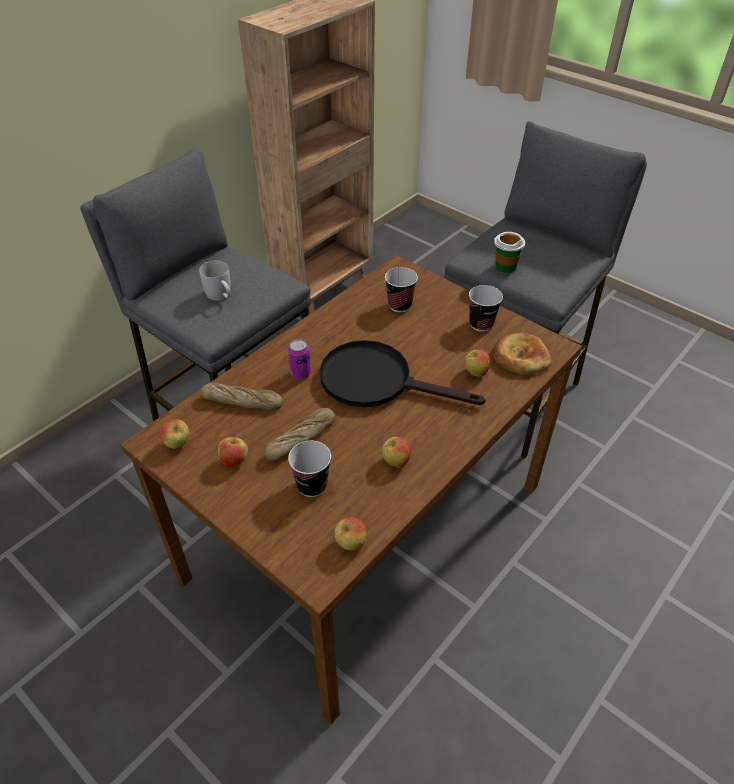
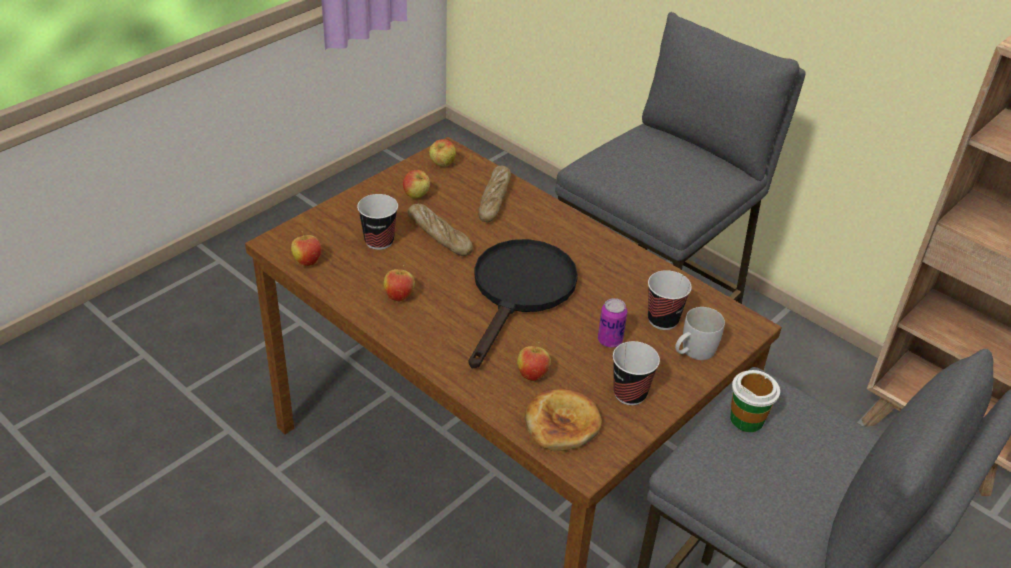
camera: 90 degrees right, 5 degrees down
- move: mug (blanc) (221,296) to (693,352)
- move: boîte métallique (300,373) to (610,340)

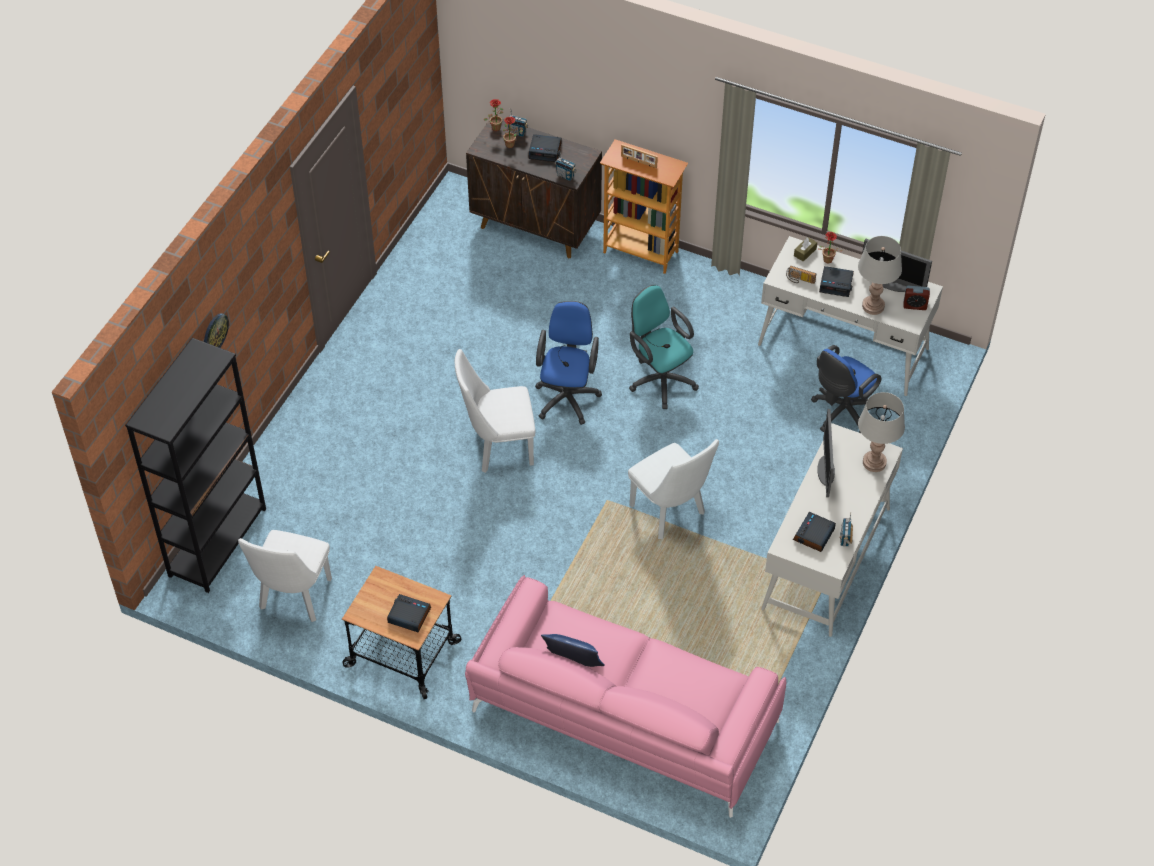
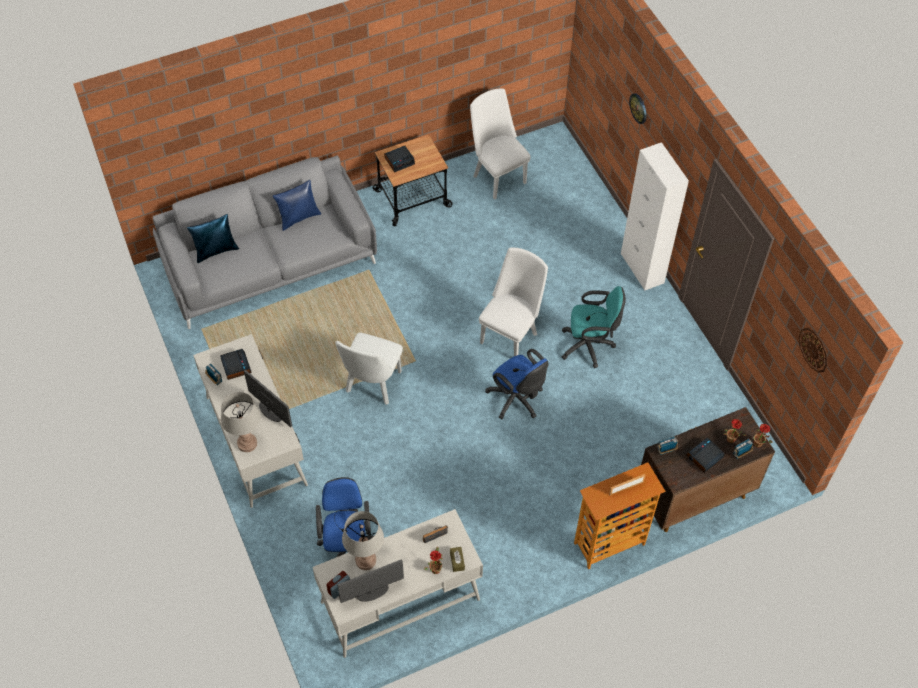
camera: 130 degrees right, 5 degrees up
- delete: réveil (836,284)
- move: chaise de bureau (turquoise) (660,379) to (589,345)
- delete: bibliothèque (noir) (218,542)
- rotate: chaise (blanc) (671,513) = (372,386) 75 degrees counterclockwise
- recolor: canapé (rose) (622,719) to canapé (gris) (269,262)
- insert: meuble de rangement (blanc) (642,268)
- insert: coussin (bleu) (216,250)
- insert: horloge murale (813,349)

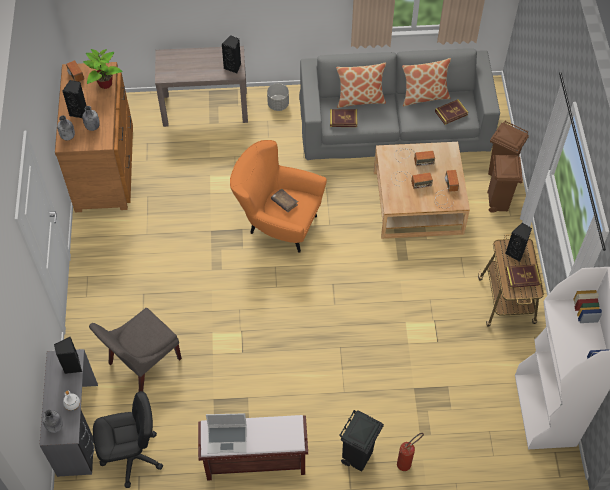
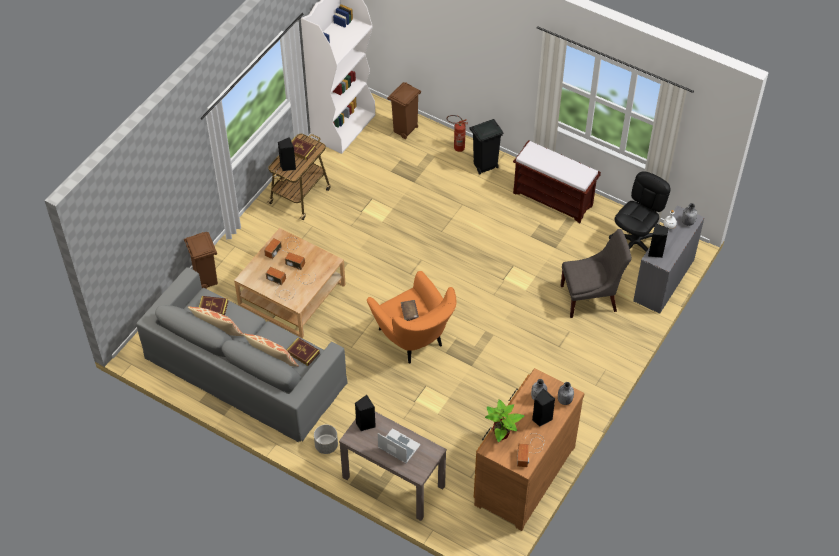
camera: 145 degrees left, 5 degrees down
- move: poubelle (marron) (497,202) to (405,130)
- rotate: chaise de bureau (noir) (132,457) = (634,244) 105 degrees clockwise
- move: ordinateur portable (227,438) to (398,447)

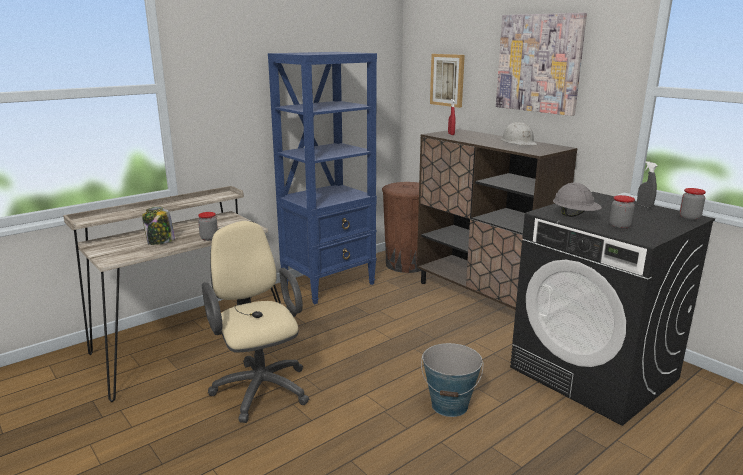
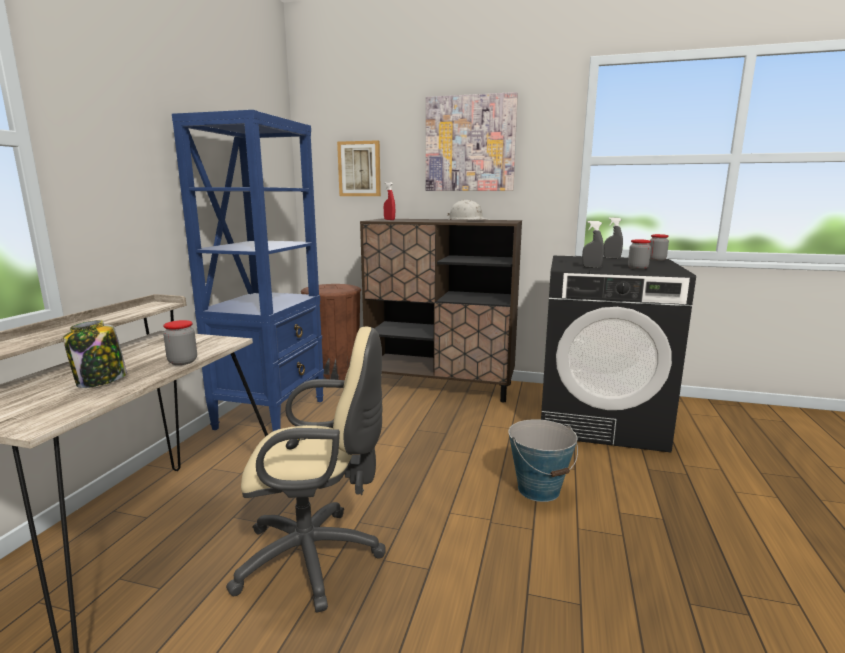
camera: 35 degrees left, 5 degrees down
- replace: casque de chantier (gris) (575,216) to vaporisateur (gris) (591,267)
- rotate: chaise de bureau (beige) (260,386) = (317,558) 150 degrees clockwise

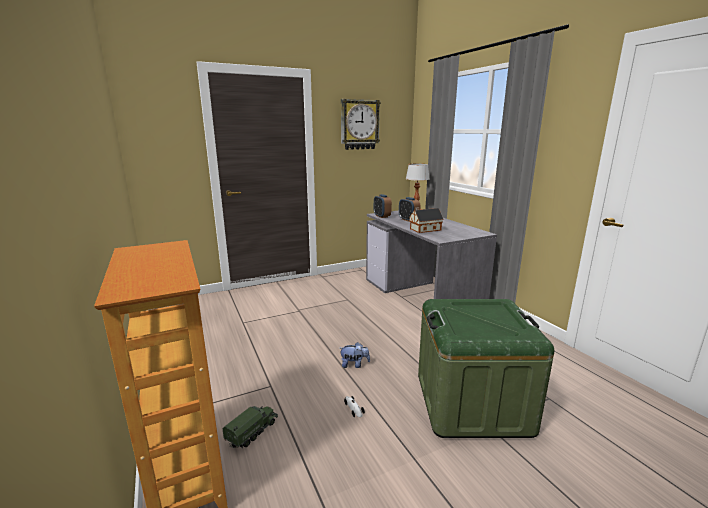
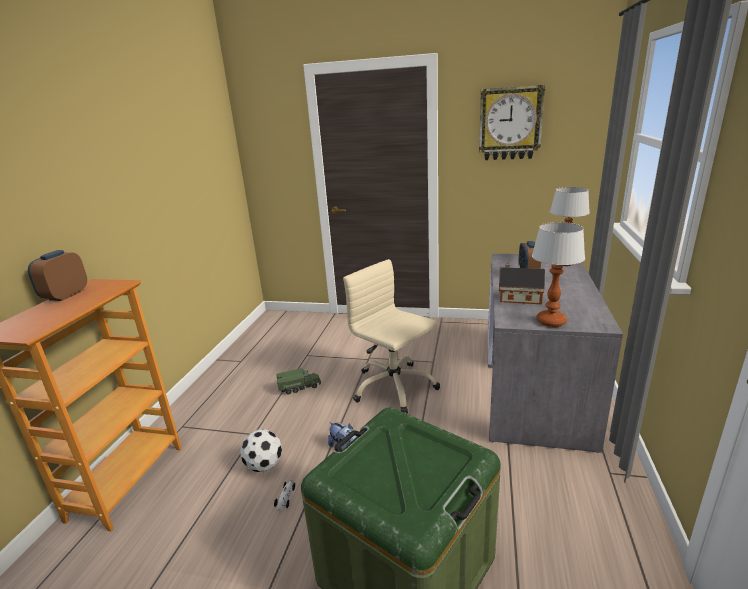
camera: 40 degrees right, 5 degrees up
- move: réveil (382,216) to (65,295)
- move: camion jouet (252,432) to (299,387)
- insert: lampe de table (550,321)
- insert: chaise de bureau (beige) (394,387)
- insert: ballon de foot (264,465)

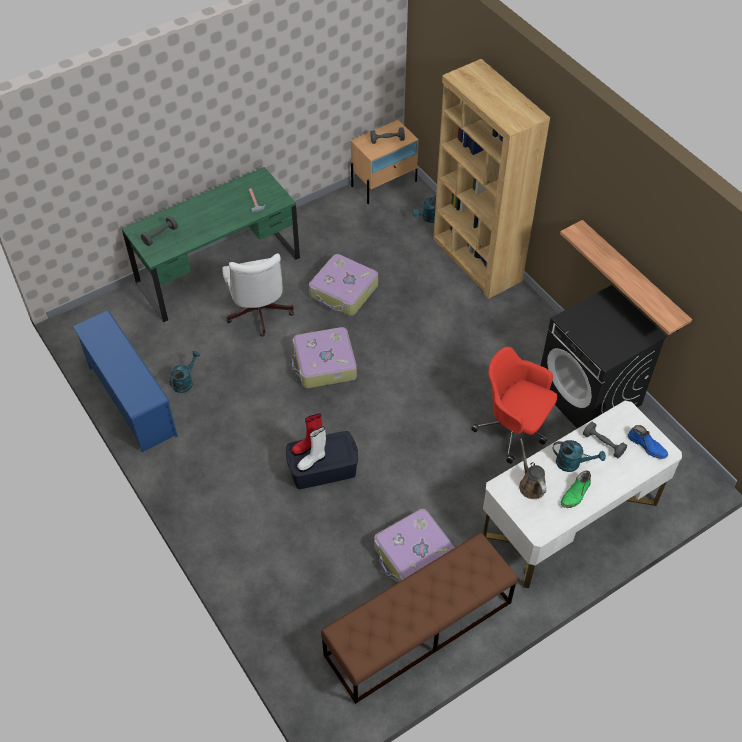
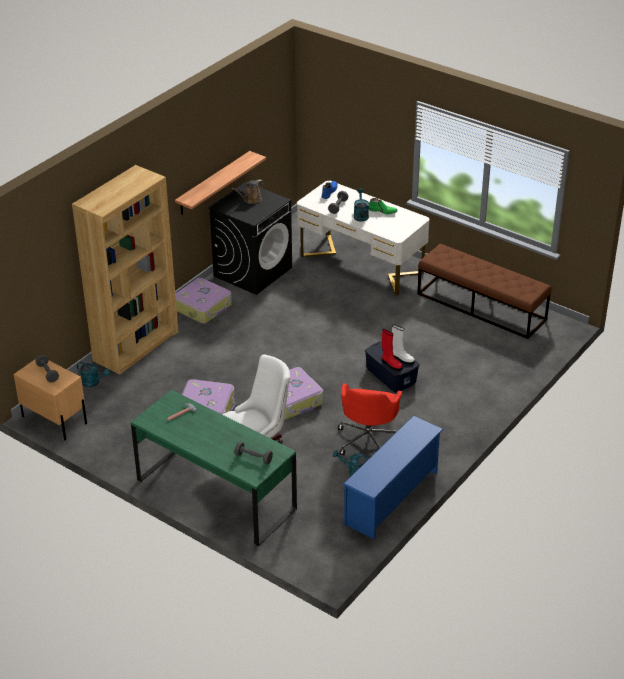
camera: 110 degrees left, 15 degrees down
- move: chaise de bureau (rouge) (514,429) to (369,439)
- move: arrosoir (marron) (531,485) to (251,200)
- move: valise (414,556) to (203,307)

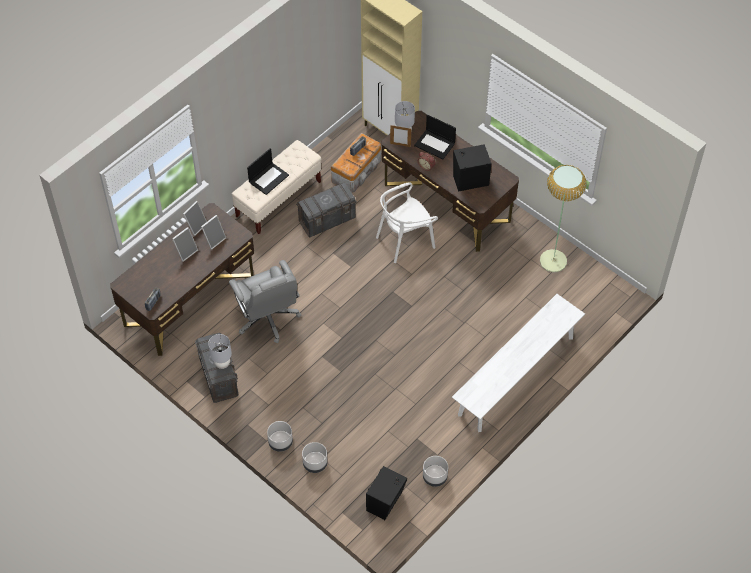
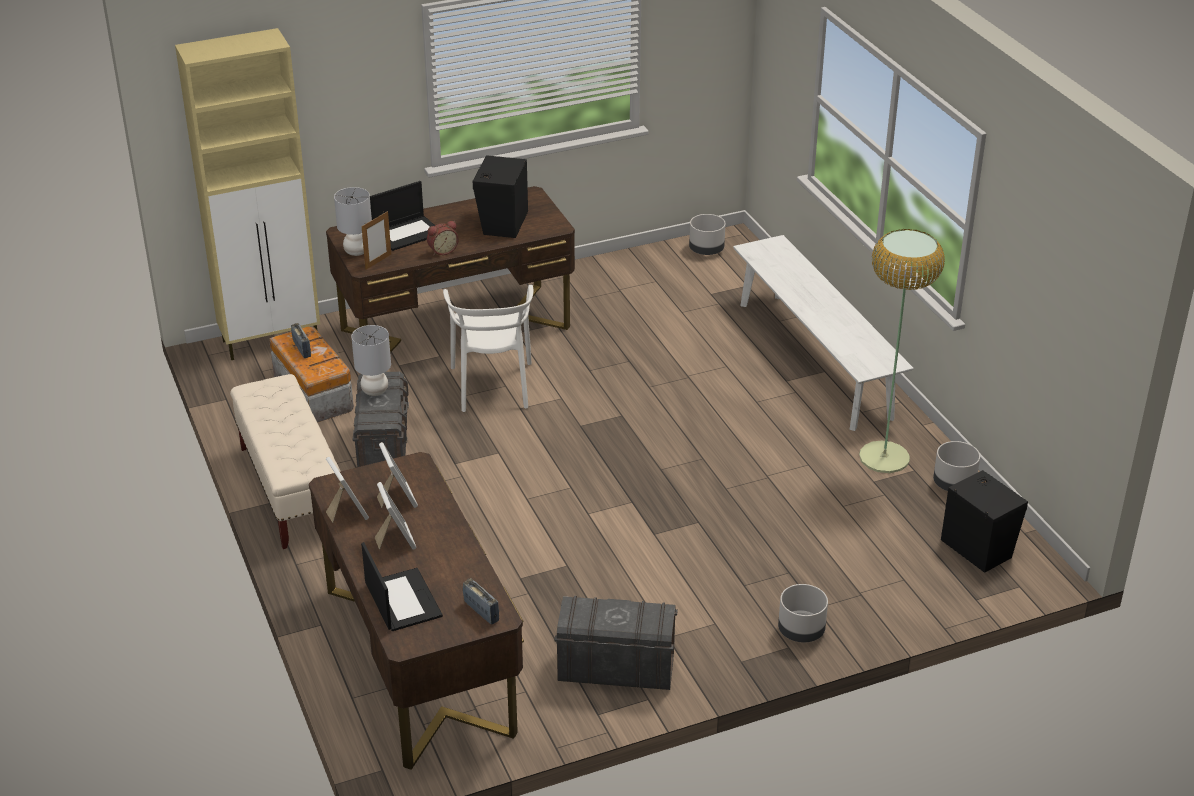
camera: 65 degrees left, 20 degrees down
- move: ordinateur portable (268,178) to (402,600)
- move: lampadaire (553,261) to (884,457)
- delete: chaise de bureau (gris) (268,318)
- move: lampe de table (gris) (222,364) to (375,391)
- move: cache-pot (gris) (315,463) to (706,250)

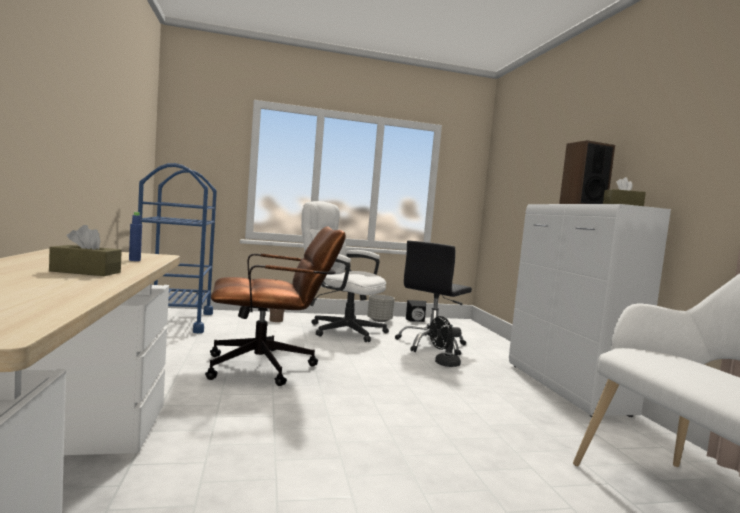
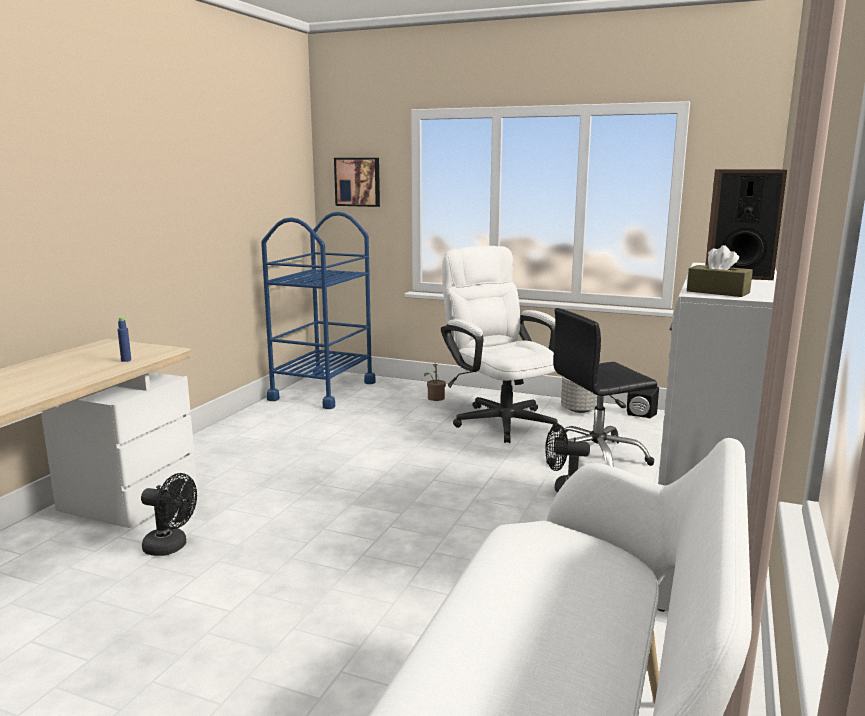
camera: 35 degrees right, 10 degrees up
- delete: boîte à mouchoirs (marron) (85,272)
- delete: chaise de bureau (marron) (270,367)
- insert: tableau (358,182)
- insert: ventilateur (noir) (171,547)

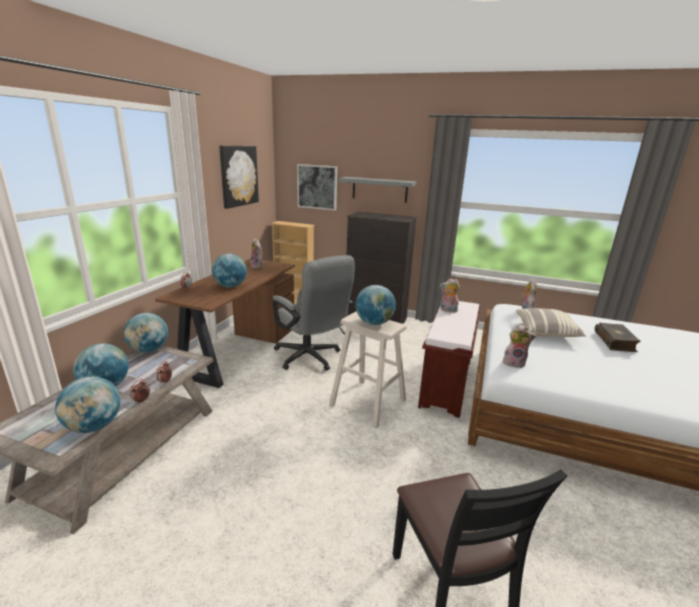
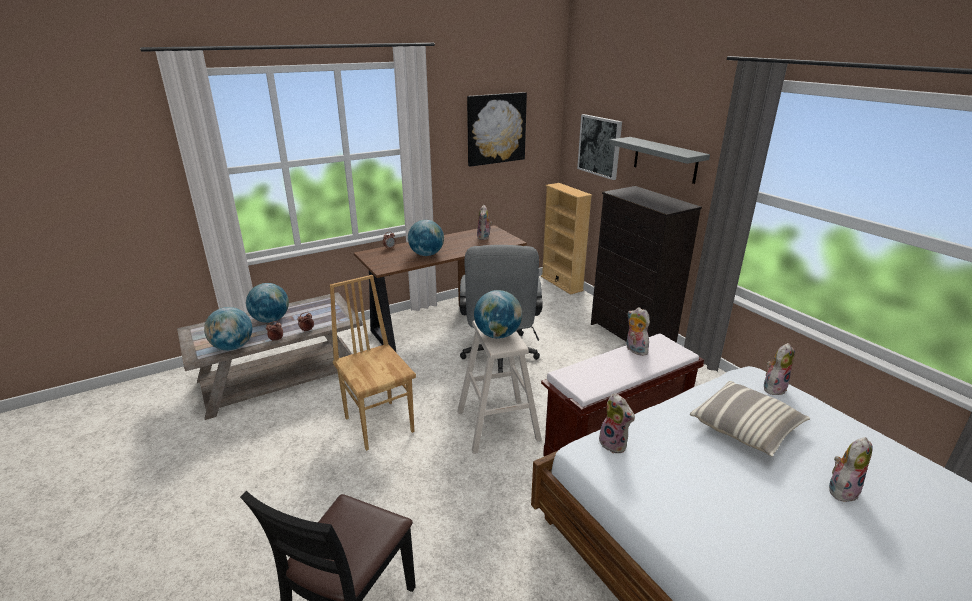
camera: 40 degrees right, 5 degrees up
- delete: globe (149,350)
- replace: livre (615,342) to peluche (841,489)
- insert: chaise (marron) (380,424)

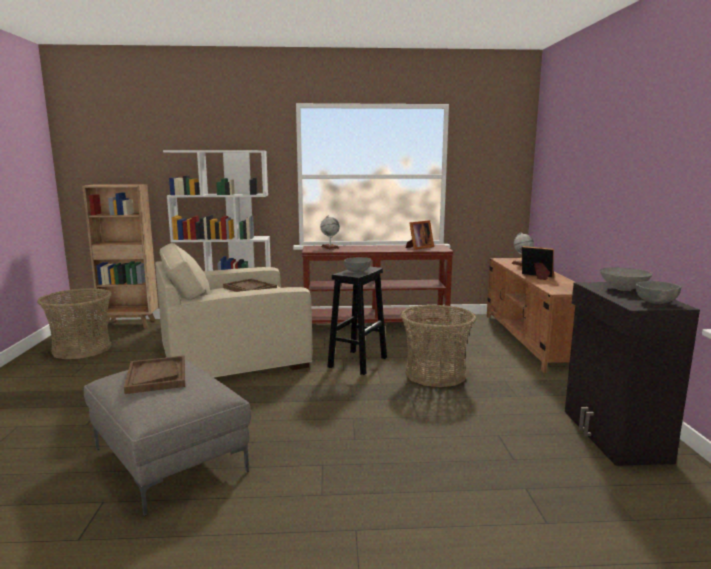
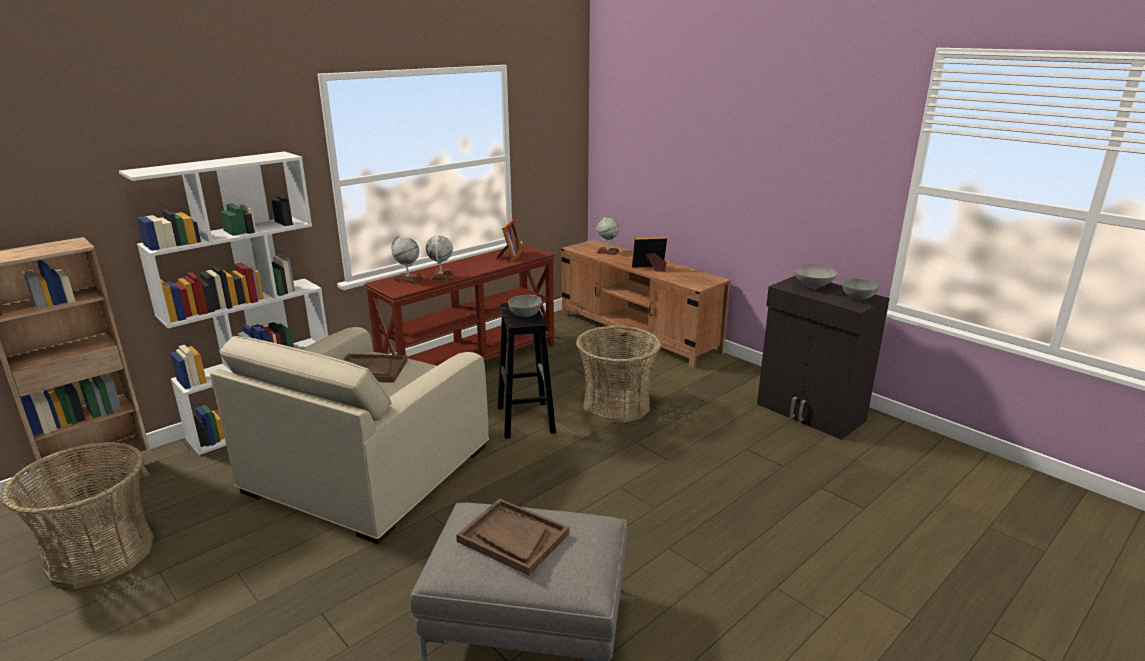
camera: 40 degrees left, 10 degrees up
- insert: globe (441,276)

